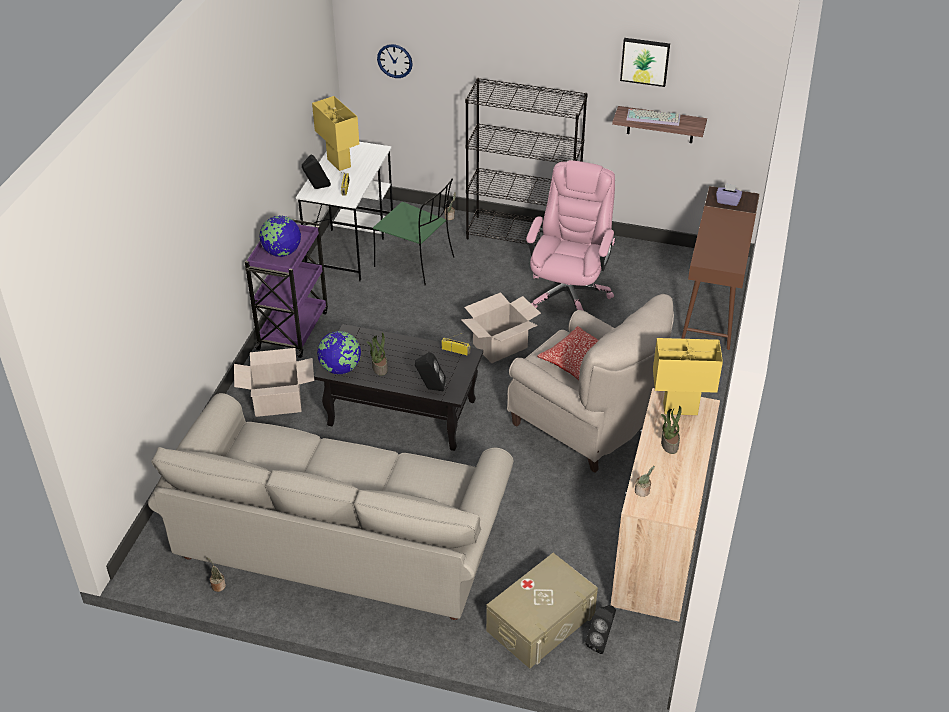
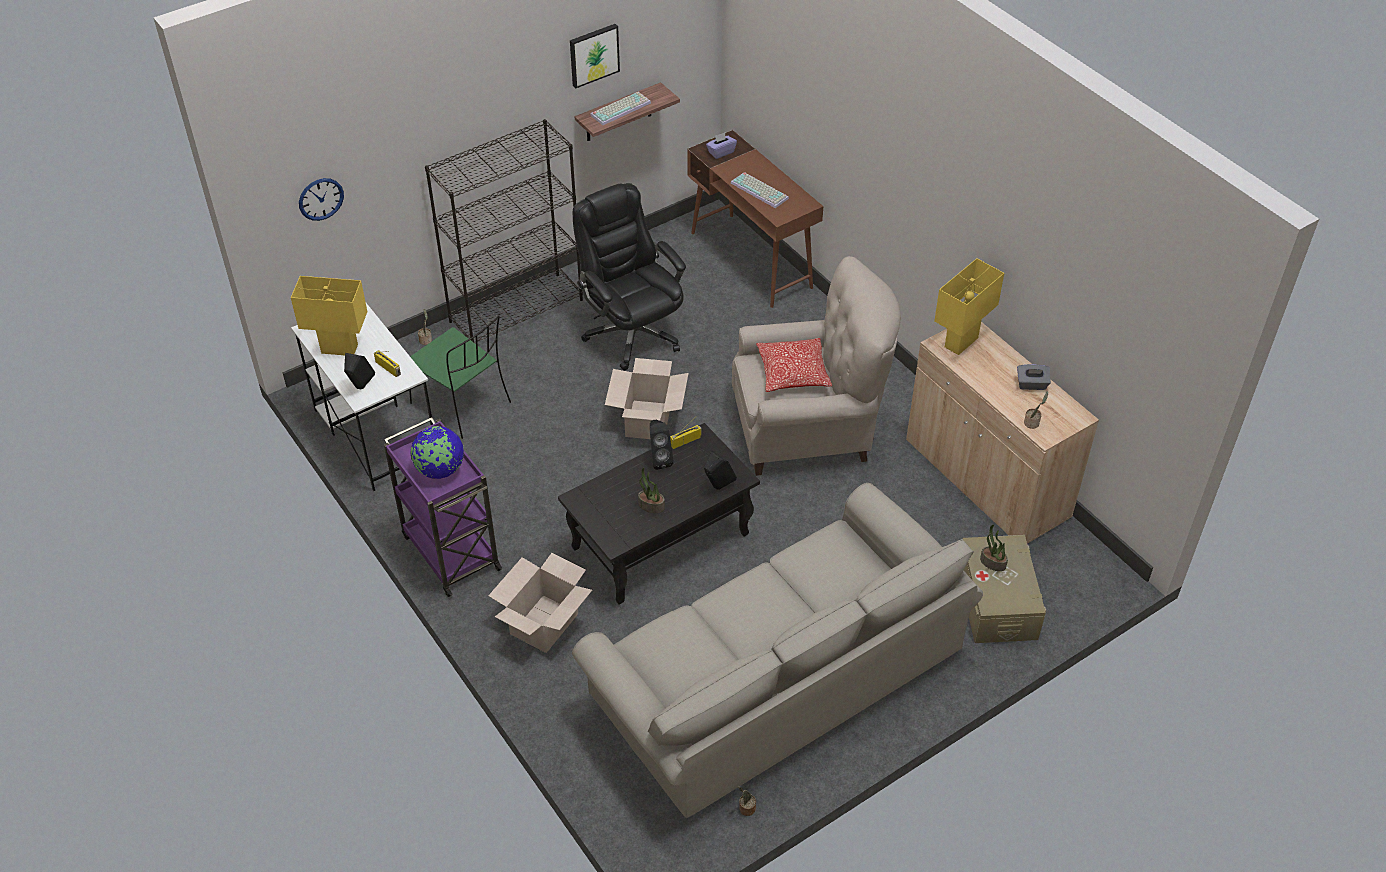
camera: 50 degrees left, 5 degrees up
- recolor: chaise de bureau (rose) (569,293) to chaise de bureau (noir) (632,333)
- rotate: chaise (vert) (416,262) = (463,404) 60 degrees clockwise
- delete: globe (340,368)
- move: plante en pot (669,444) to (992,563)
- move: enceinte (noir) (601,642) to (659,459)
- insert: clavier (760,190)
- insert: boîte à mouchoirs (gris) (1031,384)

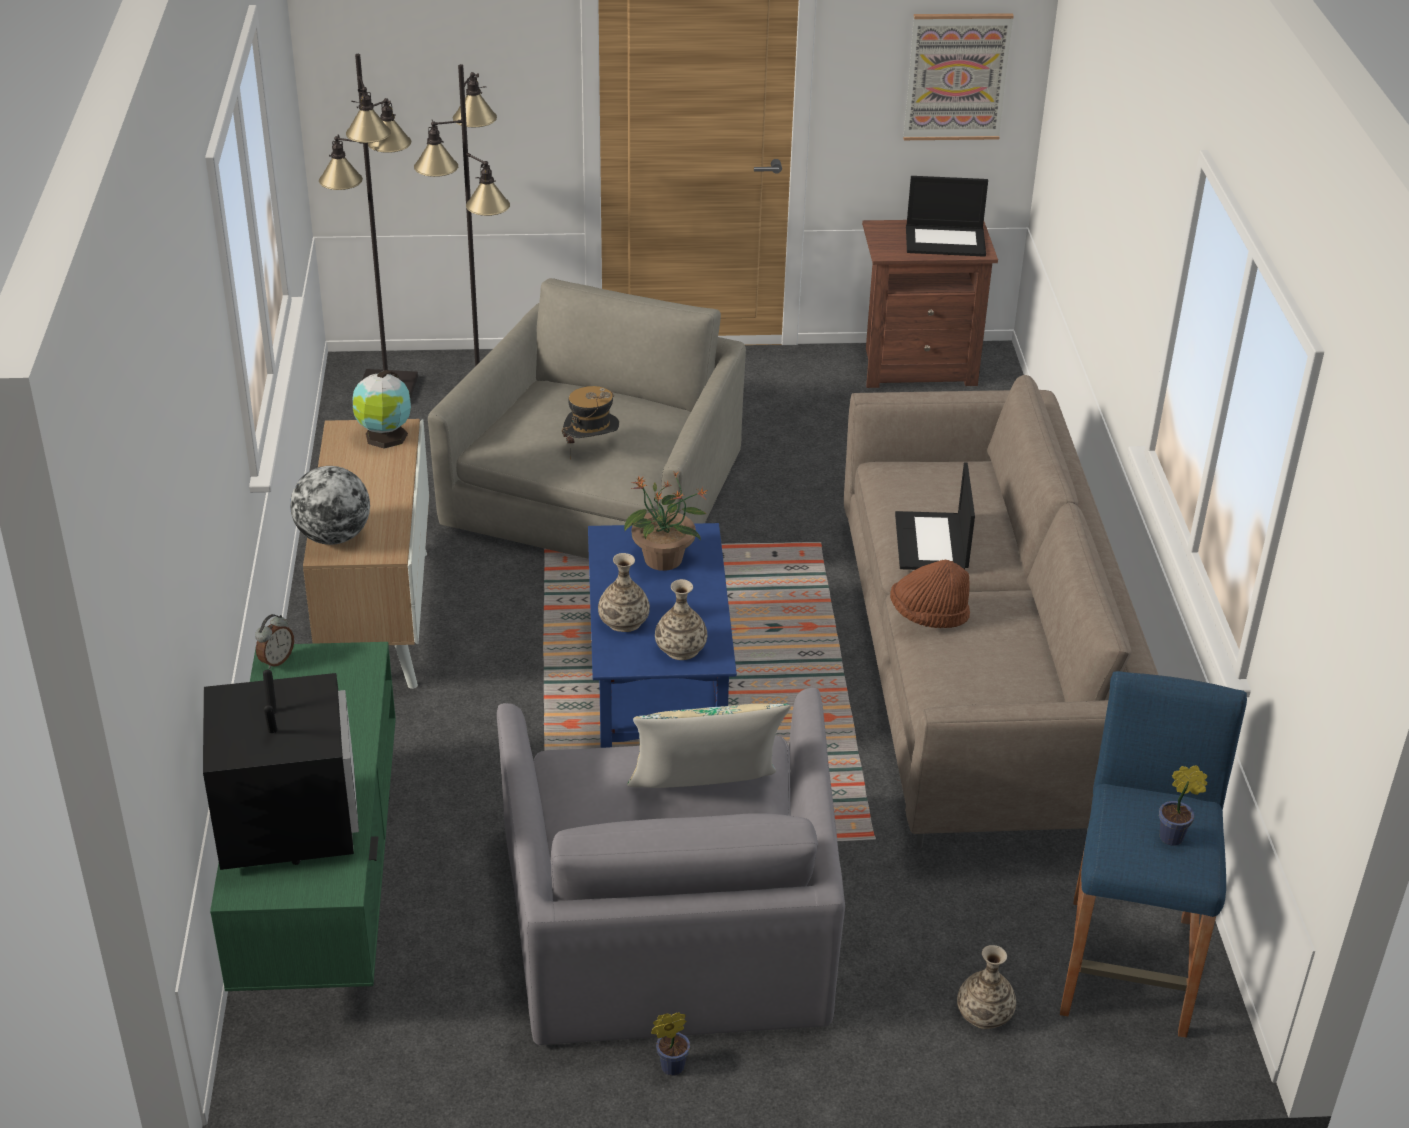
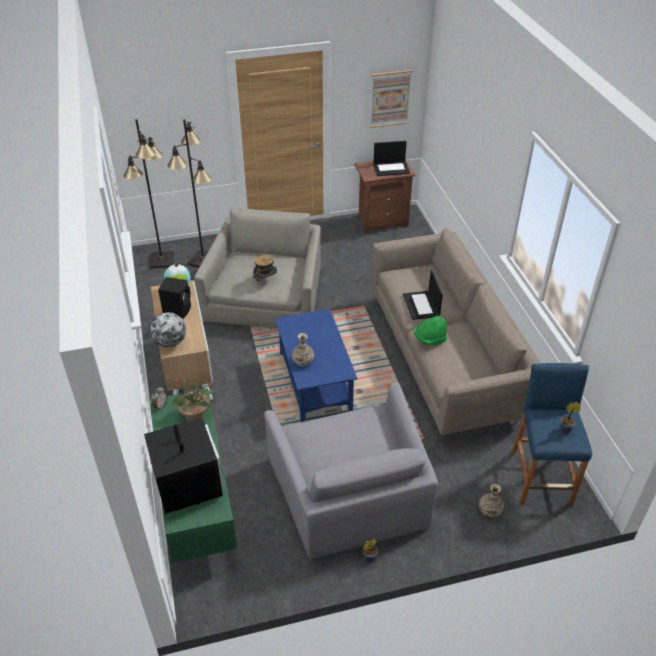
camera: 10 degrees left, 5 degrees up
- move: plante en pot (664,559) to (195,415)
- recolor: chapeau (marron) (928,615) to chapeau (vert) (429,339)
- delete: vase (681,648)
- delete: coussin (beige) (705,797)
- insert: enceinte (noir) (178,309)

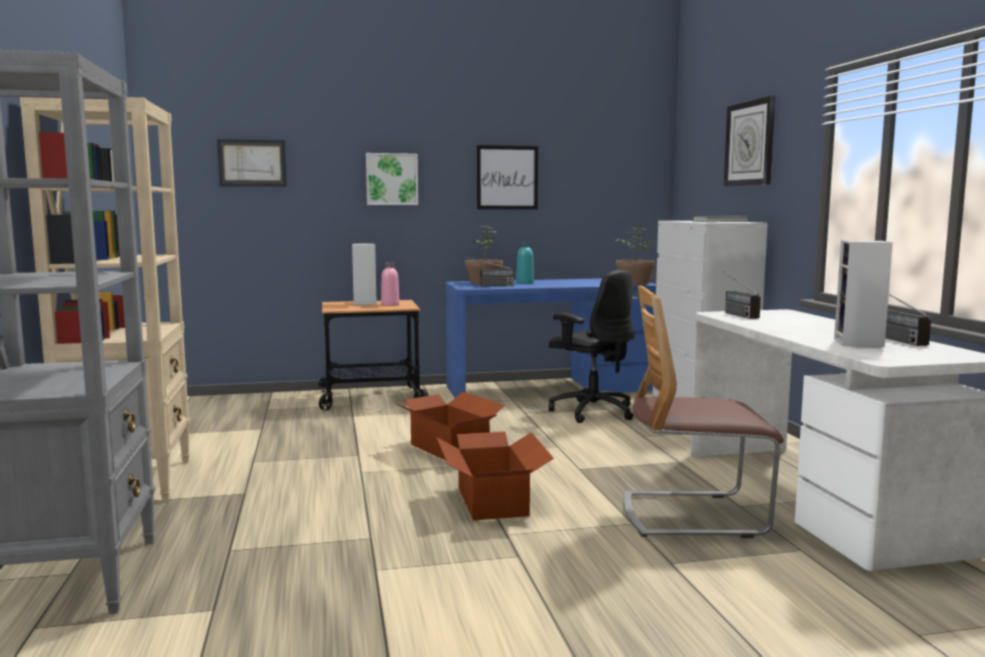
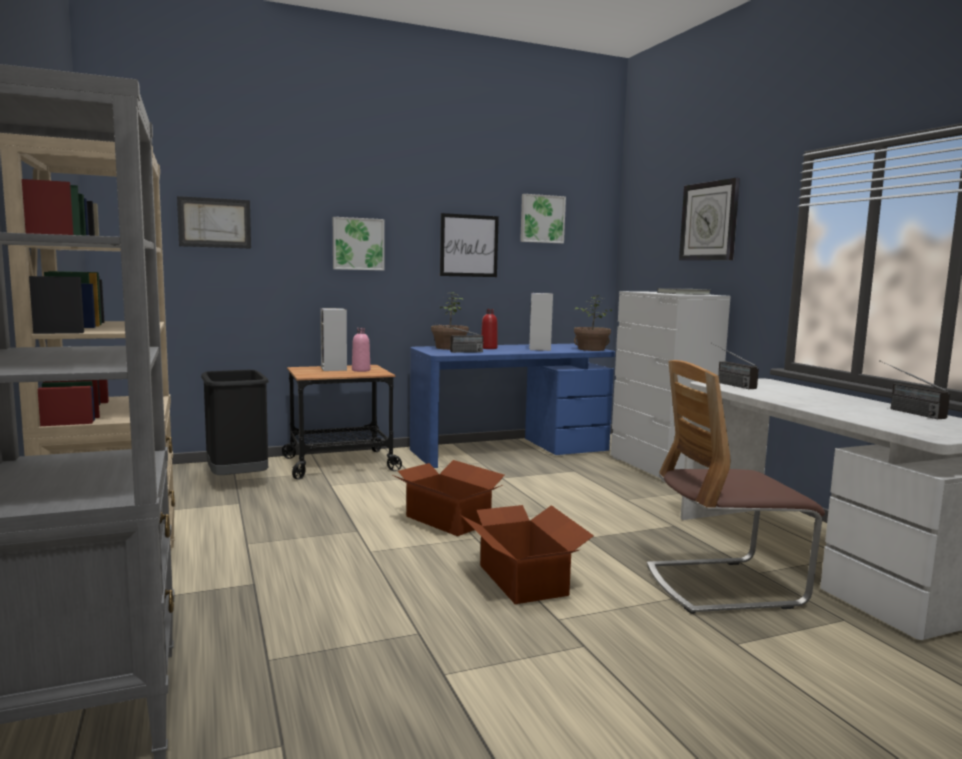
camera: 10 degrees left, 0 degrees up
- move: enceinte (860,343) to (540,349)
- recolor: bouteille (turquoise) (525,282) to bouteille (rouge) (489,348)
- delete: chaise de bureau (noir) (592,411)
- insert: tableau (541,219)
- insert: poubelle (noir) (238,479)

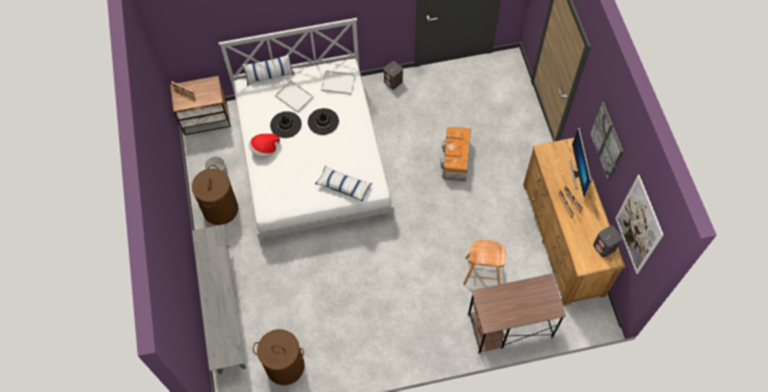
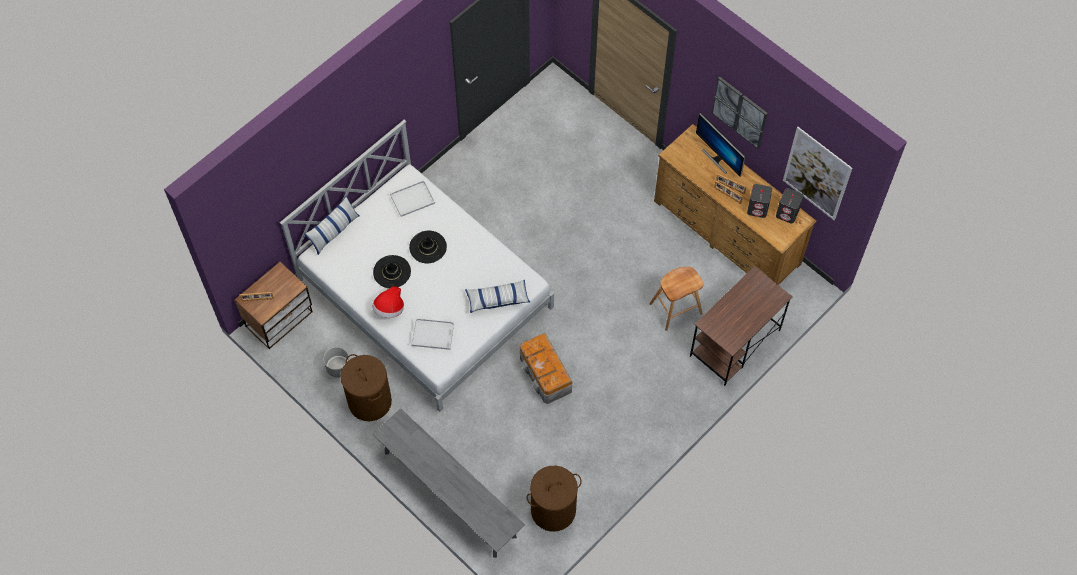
camera: 35 degrees left, 0 degrees up
- move: enceinte (gris) (393,82) to (758,208)
- move: plateau (blanc) (295,96) to (433,334)
- move: boîte de rangement (455,160) to (545,375)

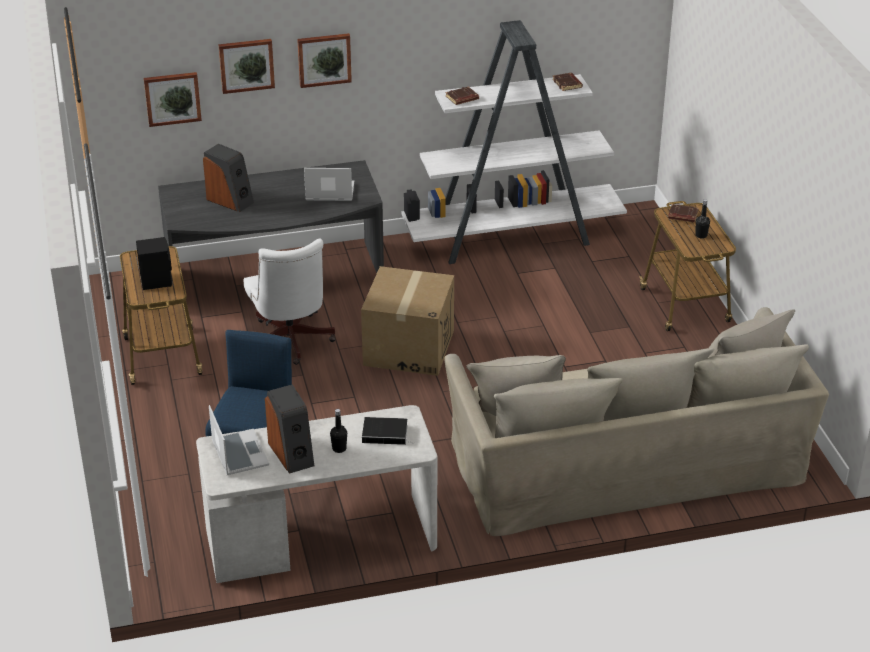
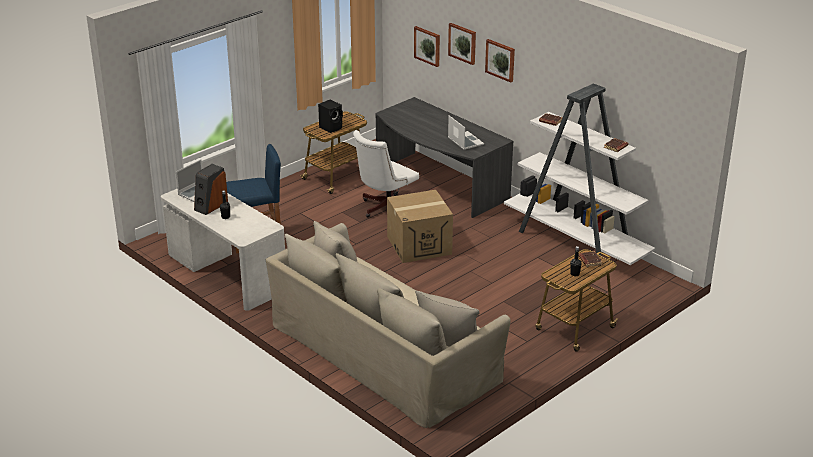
camera: 60 degrees right, 5 degrees down
- delete: enceinte (230,200)
- delete: livre (386,433)

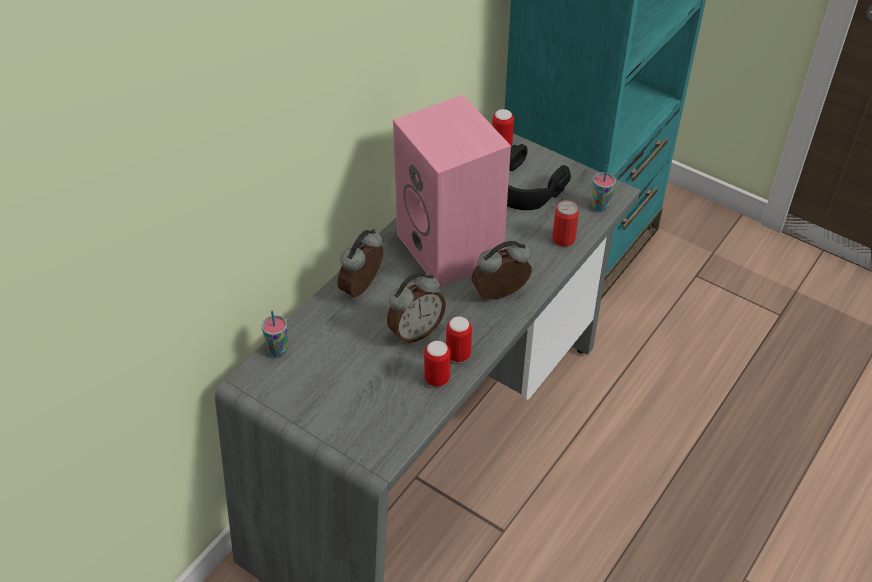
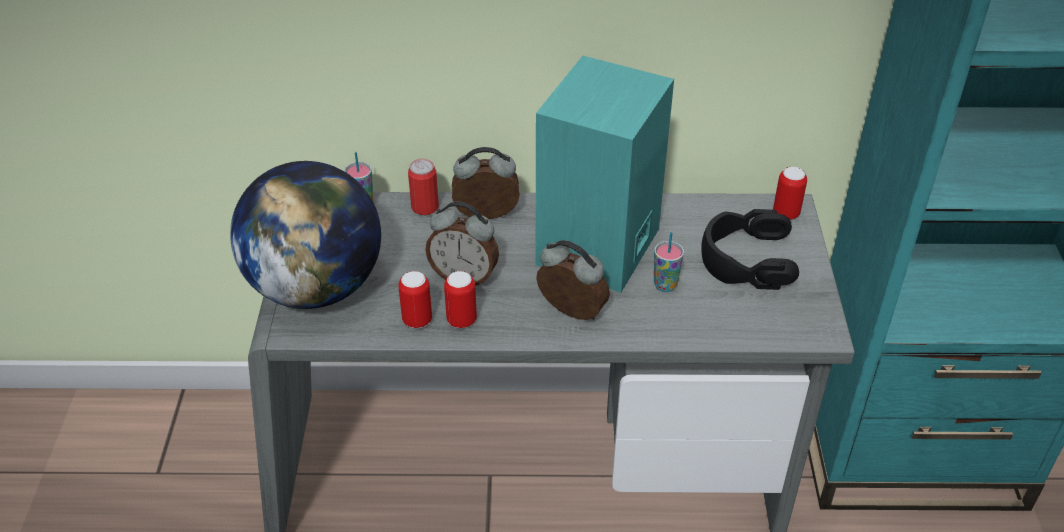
camera: 55 degrees right, 5 degrees down
- recolor: enceinte (rose) (452,248) to enceinte (turquoise) (599,249)
- move: tasse (600,206) to (665,285)
- move: boîte métallique (563,239) to (425,207)
- insert: globe (316,287)

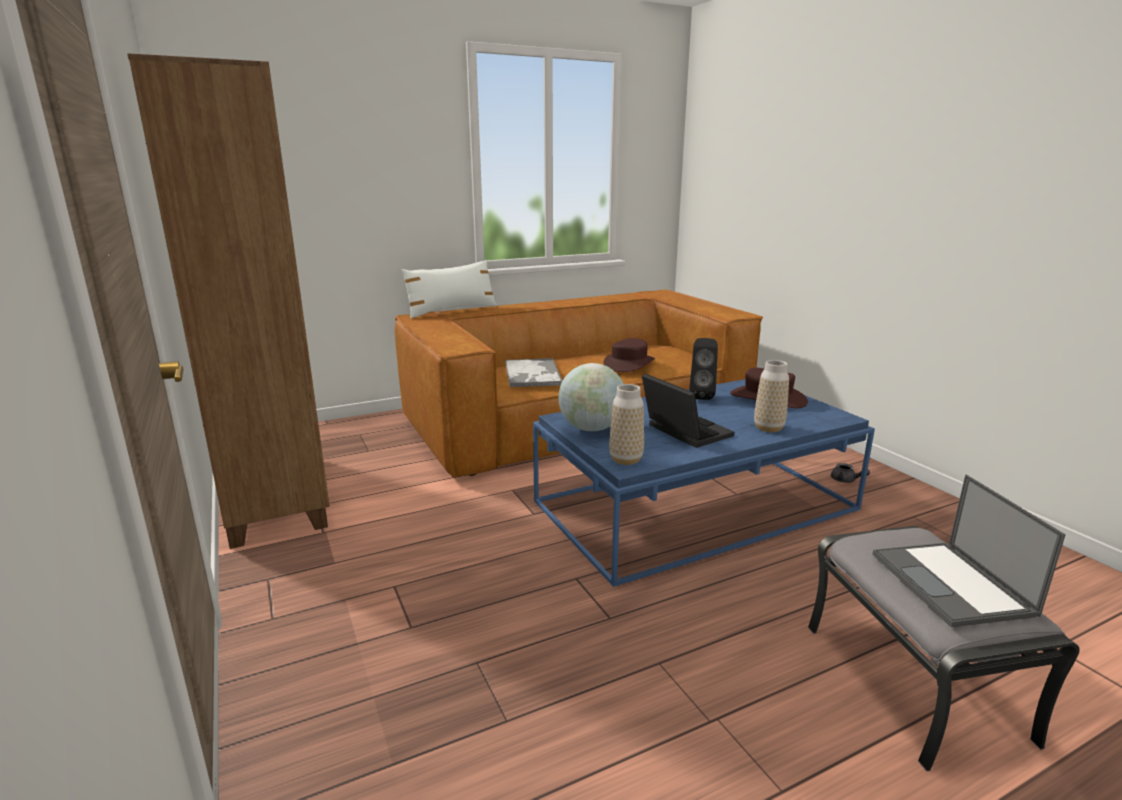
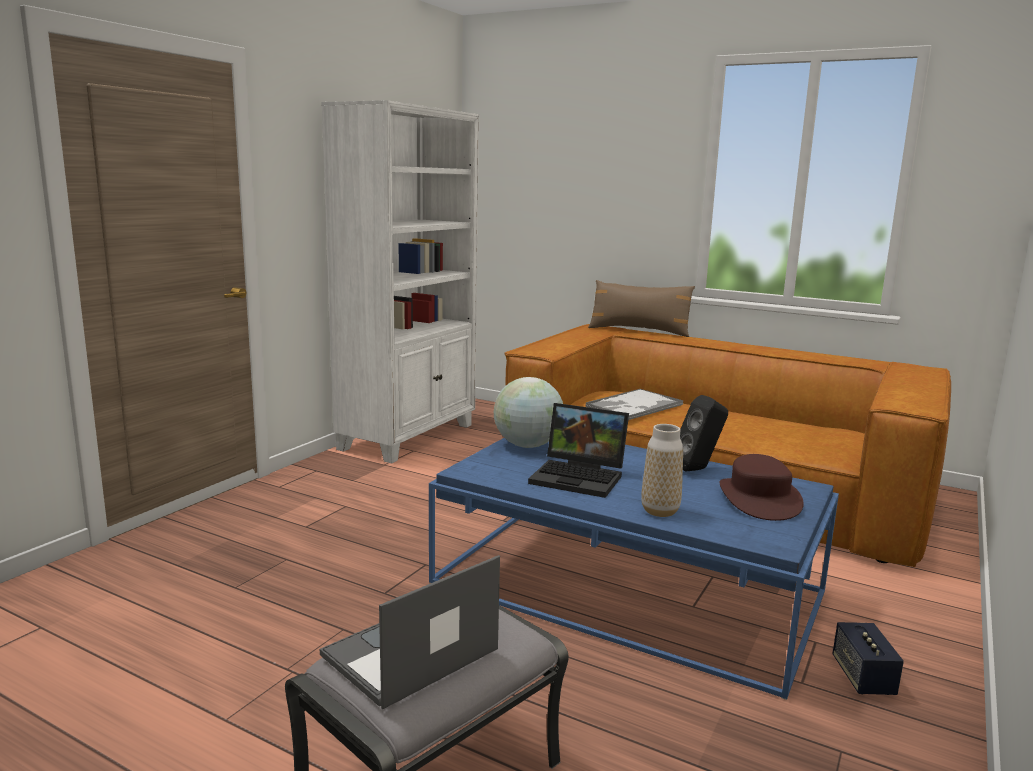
camera: 55 degrees right, 5 degrees down
- recolor: bibliothèque (marron) (275,496) to bibliothèque (blanc) (409,437)
- recolor: coussin (blanc) (451,310) to coussin (marron) (639,331)
- delete: chapeau (marron) (629,363)
- rotate: ordinateur portable (683,431) = (580,477) 90 degrees clockwise
- delete: vase (626,460)
- replace: théière (gris) (846,480) to enceinte (863,677)

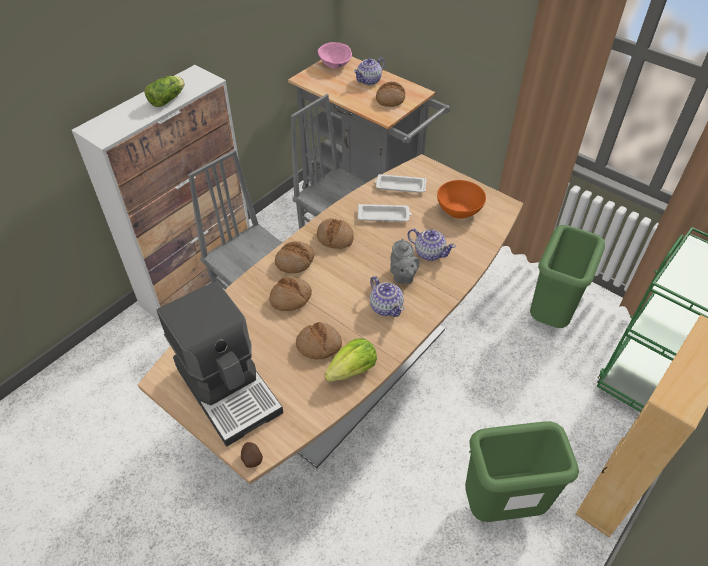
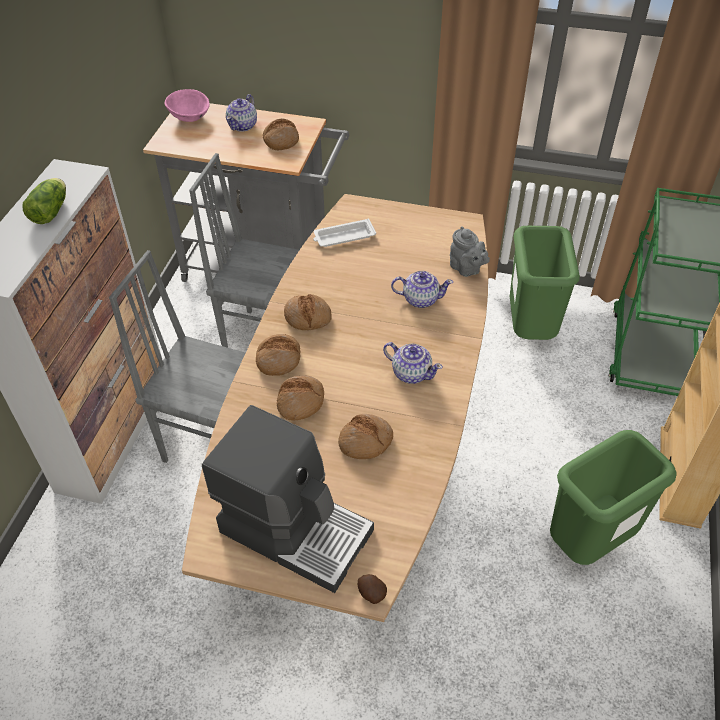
camera: 25 degrees left, 0 degrees up
- delete: bol (orange) (459,209)
- delete: plateau (blanc) (384,216)
- move: théière (gris) (402,276) to (466,269)
- delete: laitue (353,370)

